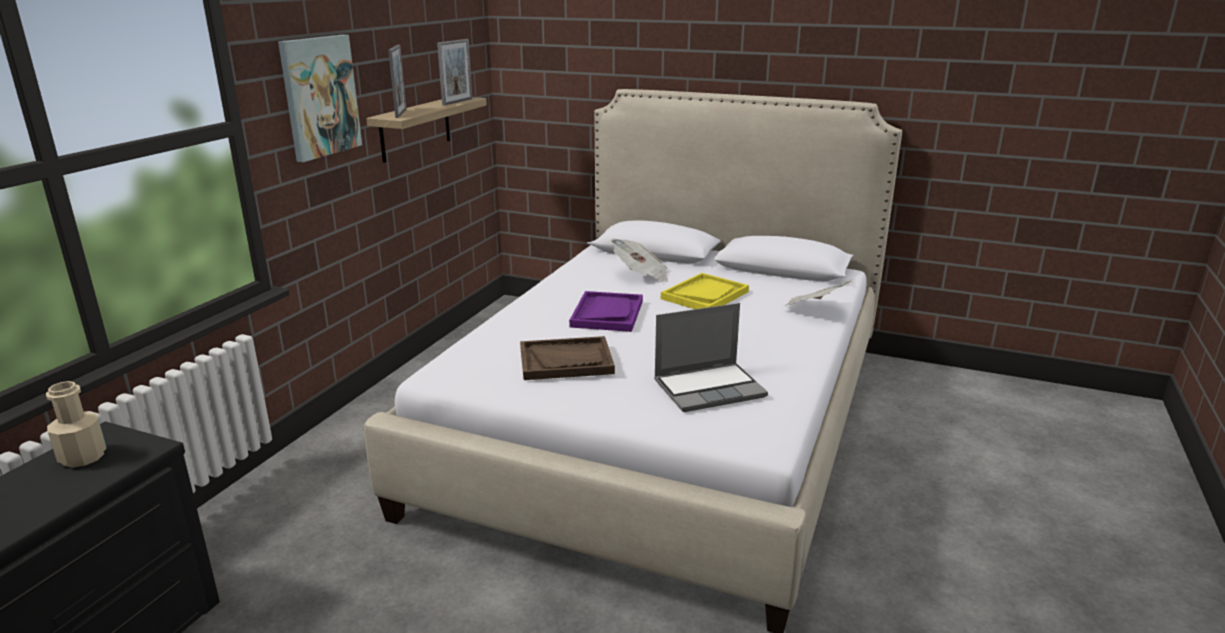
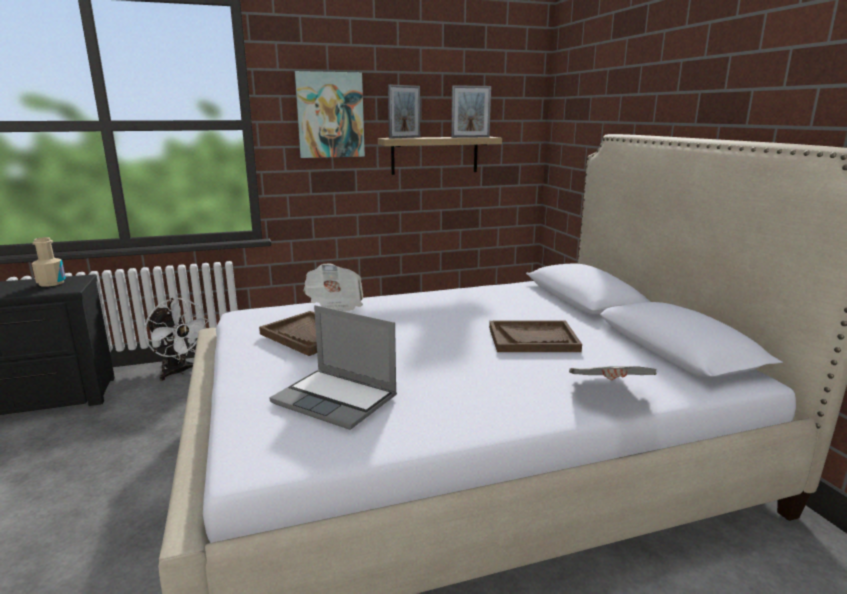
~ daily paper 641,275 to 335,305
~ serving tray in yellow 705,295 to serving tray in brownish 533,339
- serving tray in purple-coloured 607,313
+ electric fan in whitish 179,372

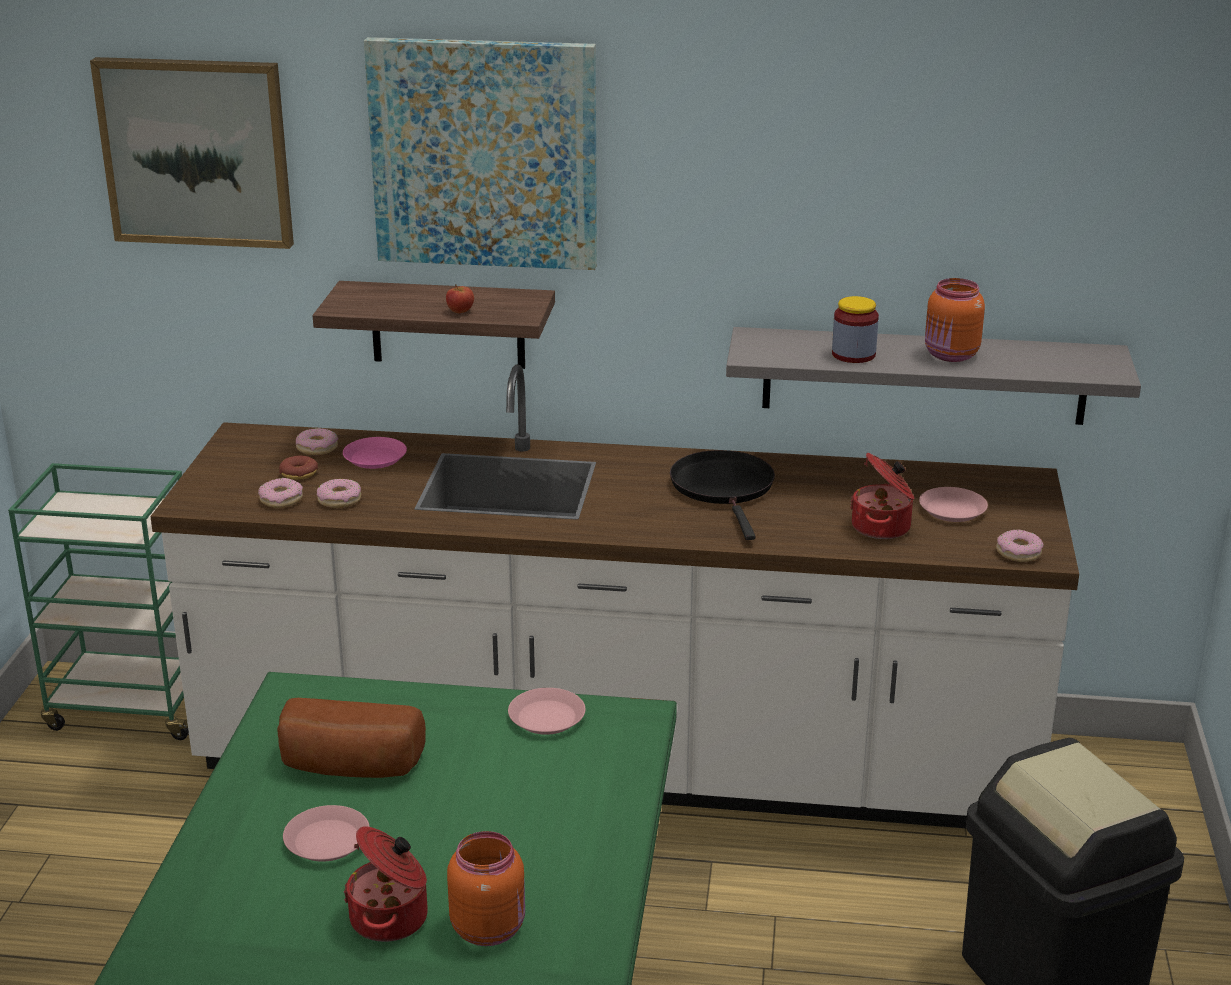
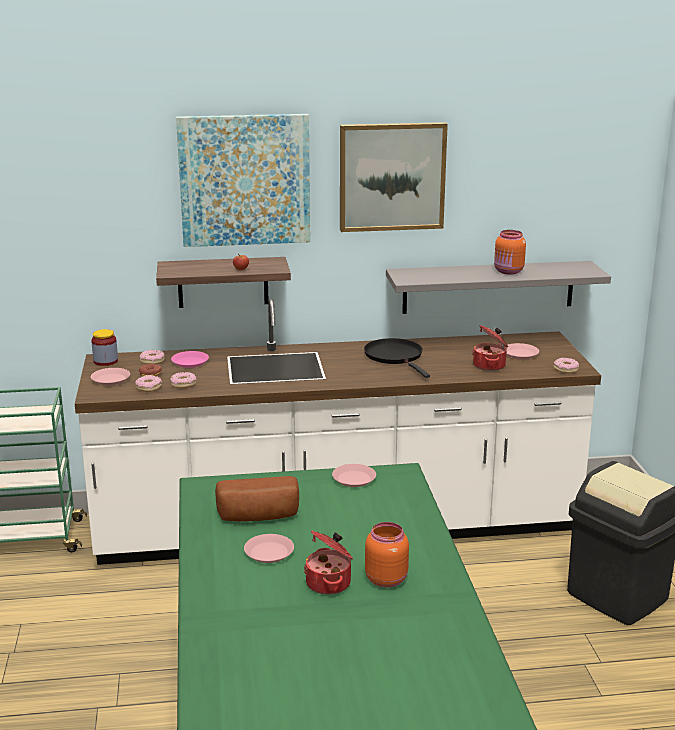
~ wall art 196,152 to 392,176
~ jar 853,355 to 105,361
+ plate in pink 111,380

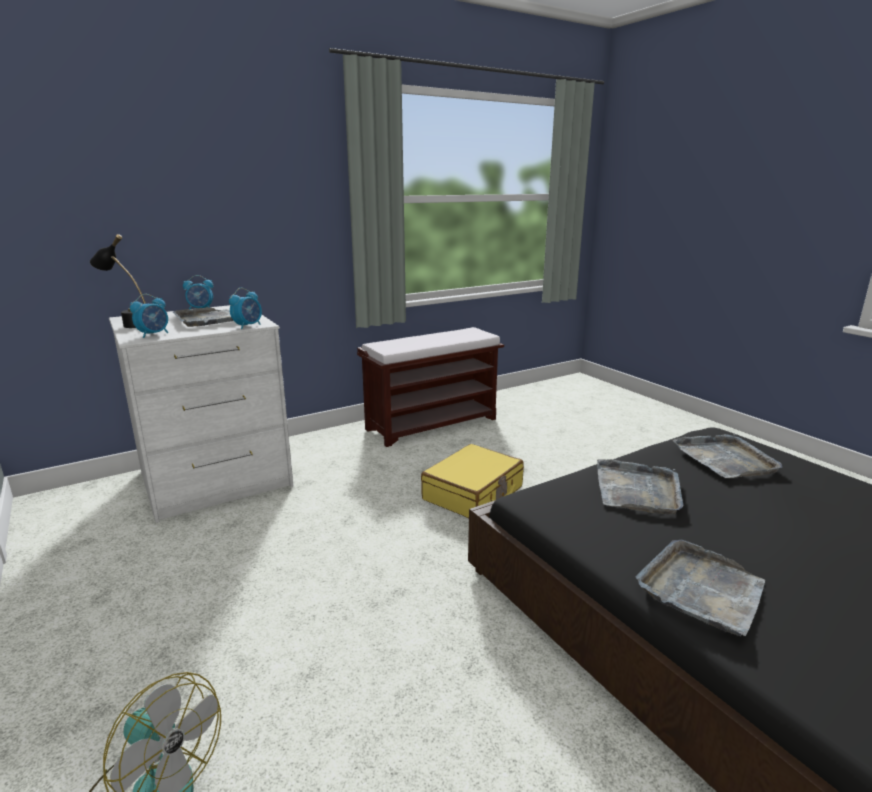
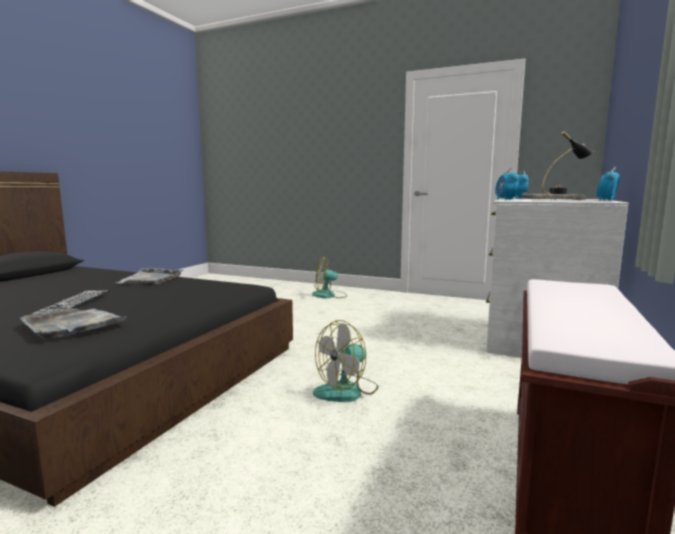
~ travel case in yellow 473,494 to electric fan 347,391
- serving tray in gray 637,490
+ computer keyboard 74,302

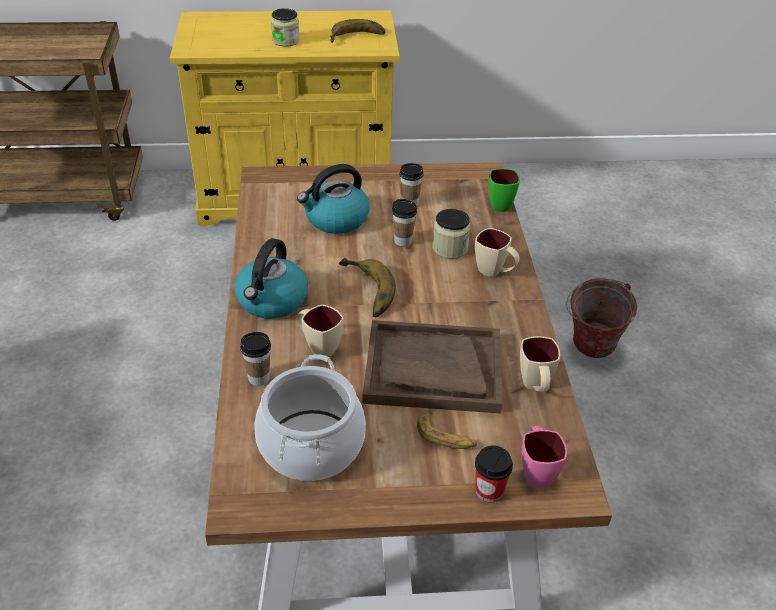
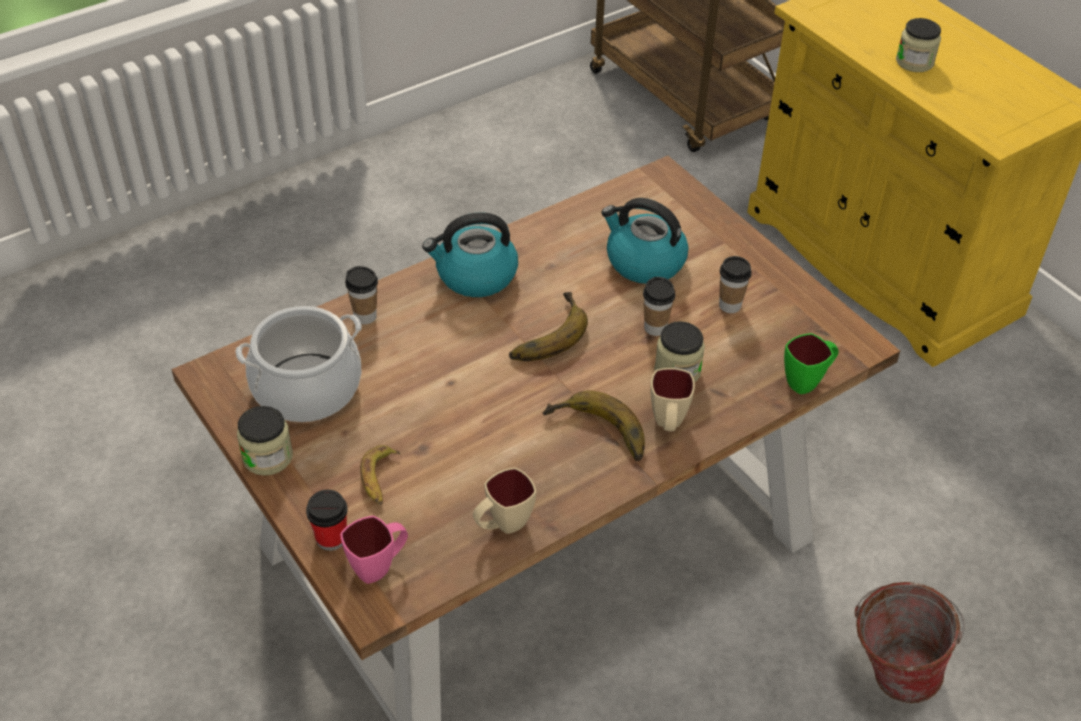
~ banana 357,38 to 596,435
- mug in beige-coloured 318,347
- serving tray in brownish 432,369
+ jar 268,457

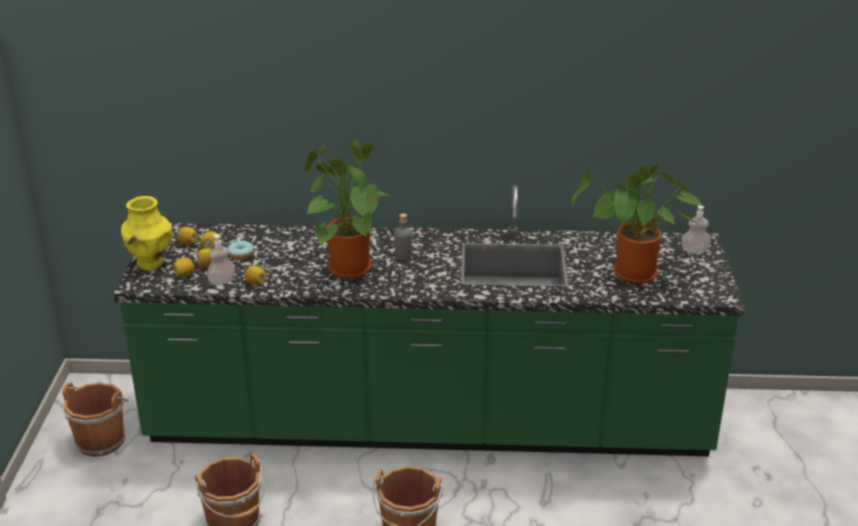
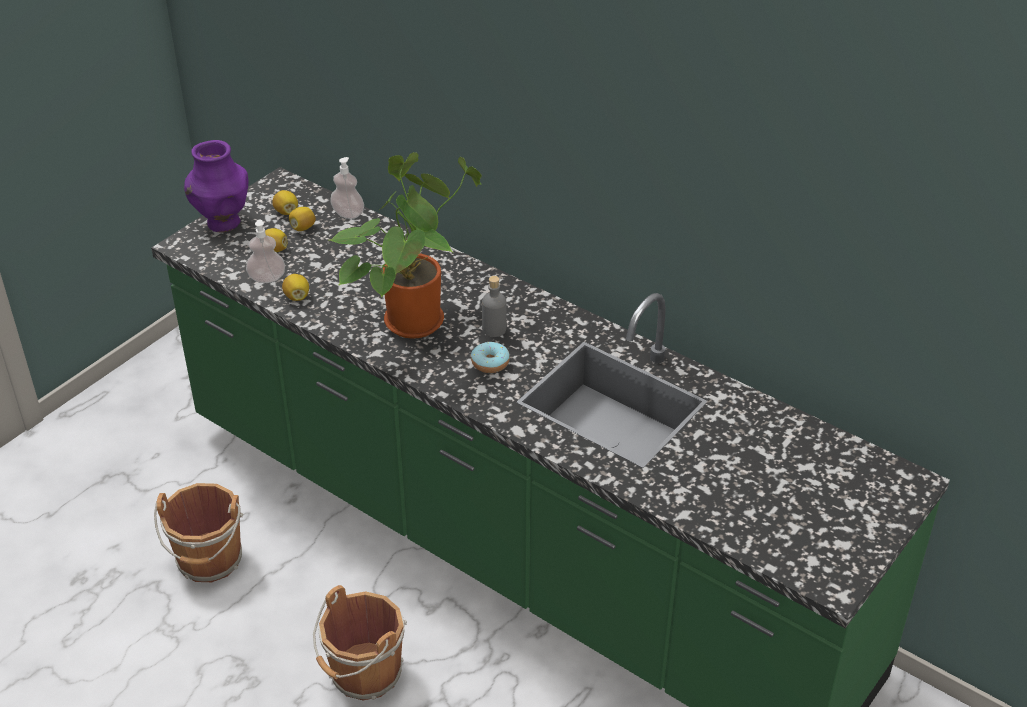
- potted plant 633,276
~ vase in yellow 150,264 to vase in purple-coloured 223,223
~ soap bottle 694,250 to 348,214
~ ring doughnut 241,255 to 490,363
- lemon 185,275
- pail in brownish 101,439

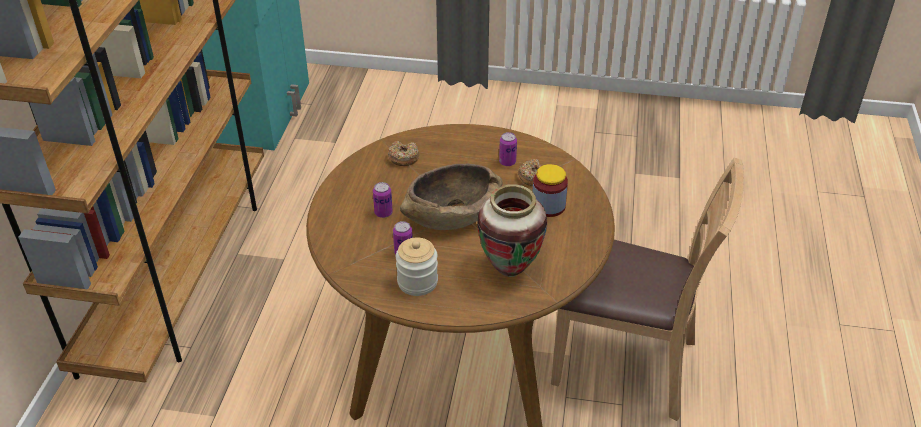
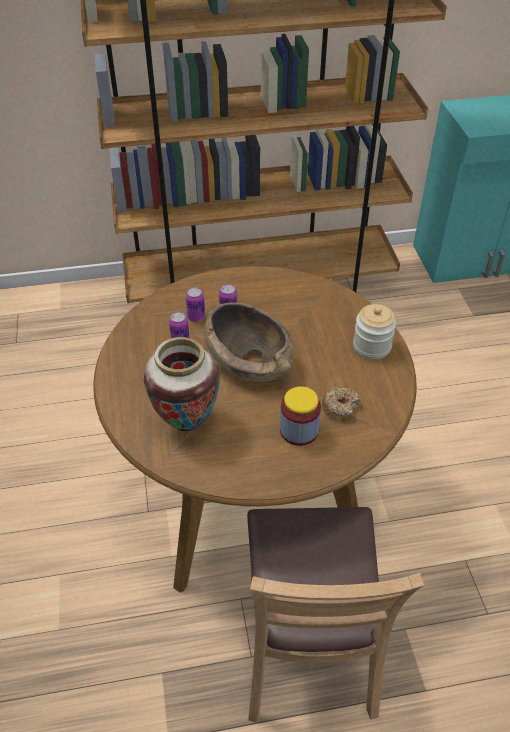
~ can 507,162 to 196,317
- ring doughnut 403,158
~ jar 417,282 to 371,346

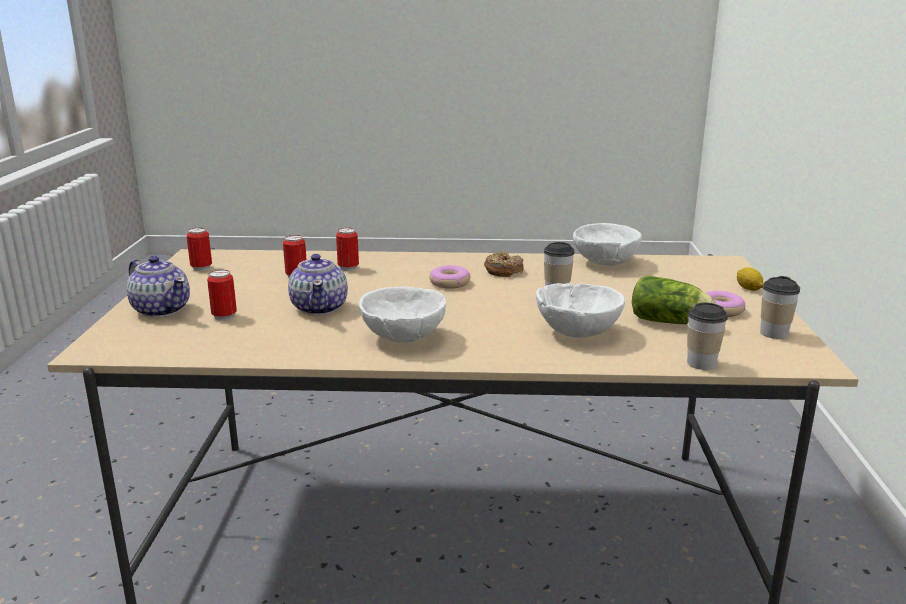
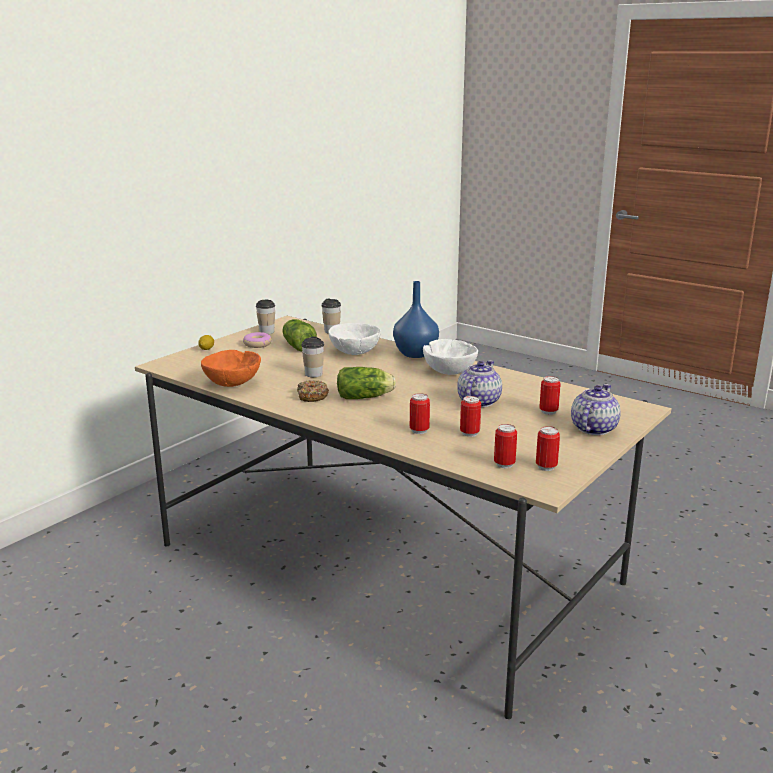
~ deep dish in whitish 605,263 to deep dish in orange 232,384
~ teapot 161,310 = 593,429 45 degrees clockwise
~ ring doughnut 449,283 to head of lettuce 366,397
+ vase in blue 416,354
+ can 504,464

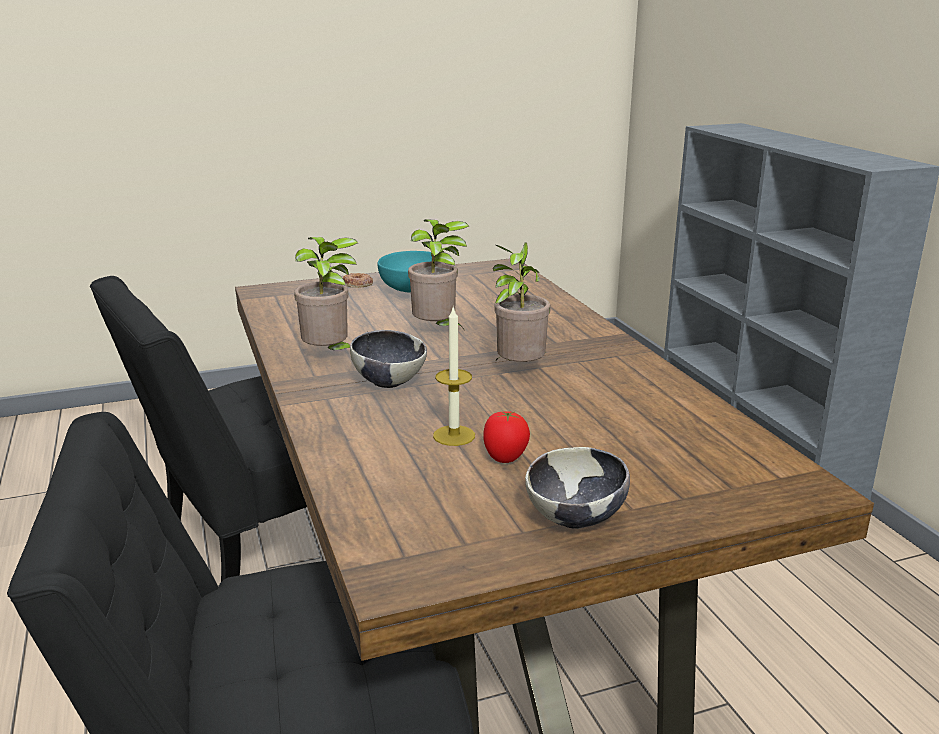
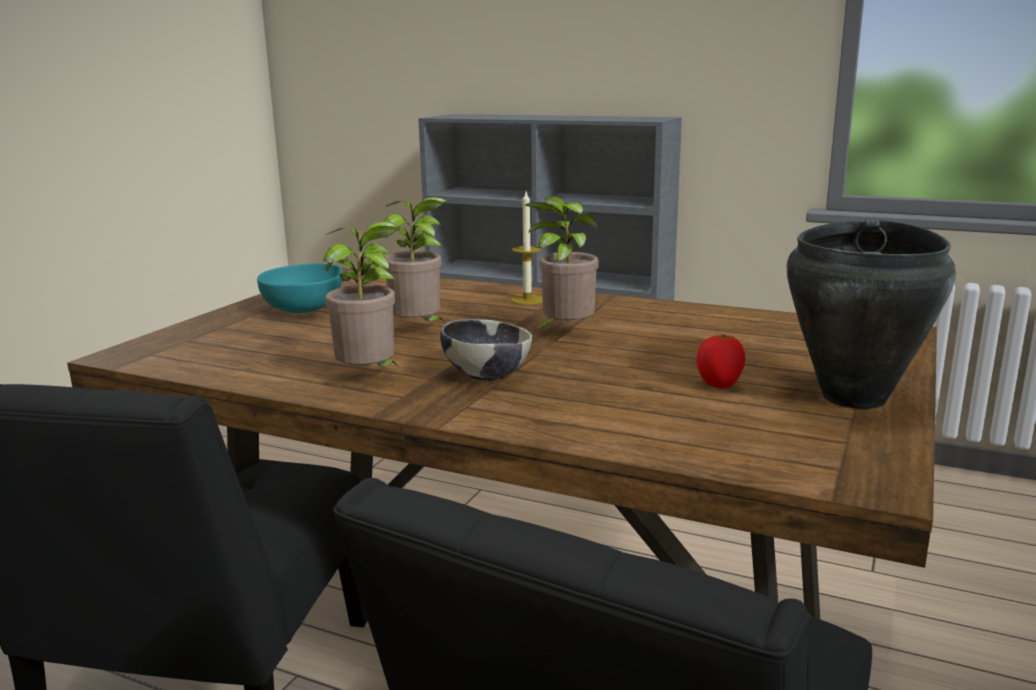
- ring doughnut 357,284
~ wax candle 454,435 to 527,300
~ deep dish 576,519 to cooking pot in black-coloured 855,397

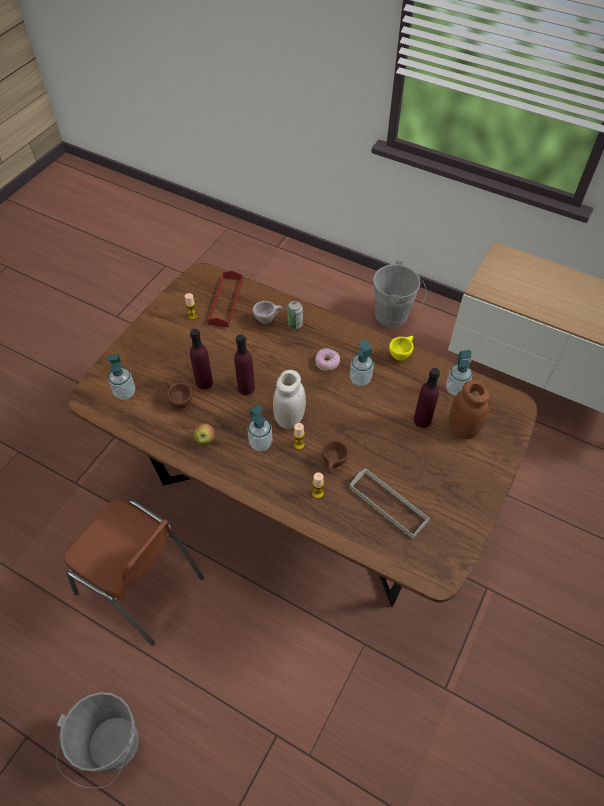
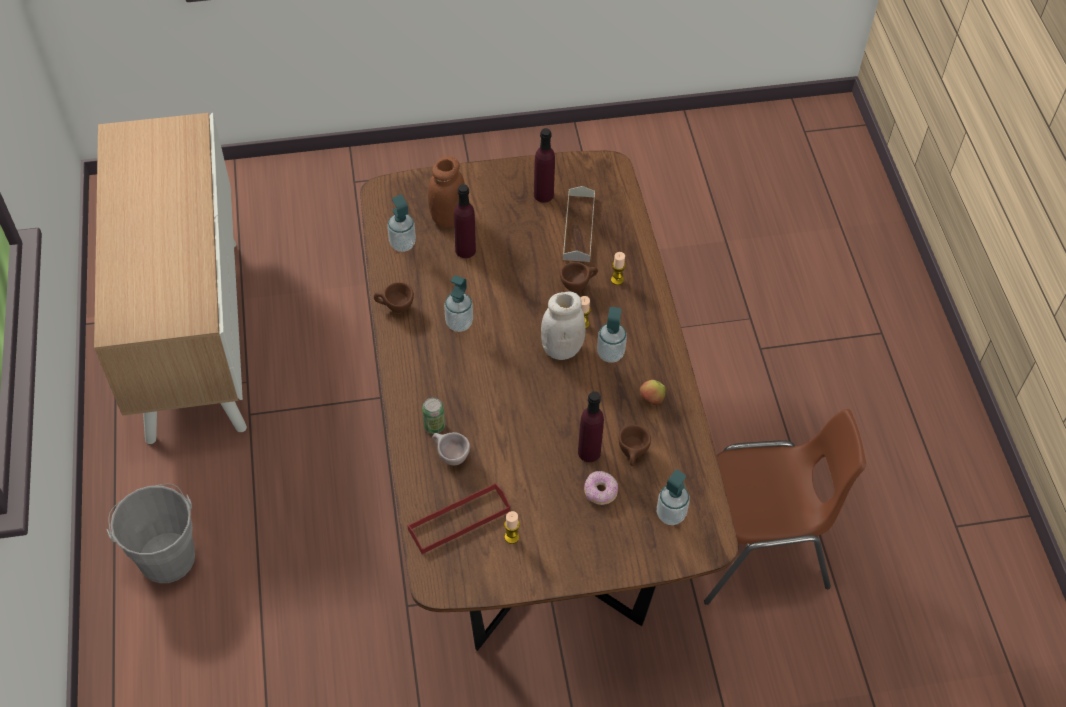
~ bottle in purple-coloured 246,388 to 543,195
~ drinking cup in yellow 401,354 to drinking cup in brownish 394,308
~ ring doughnut 327,363 to 600,492
~ chair in brownish 141,586 = 758,549 90 degrees clockwise
- pail in gray 112,750

